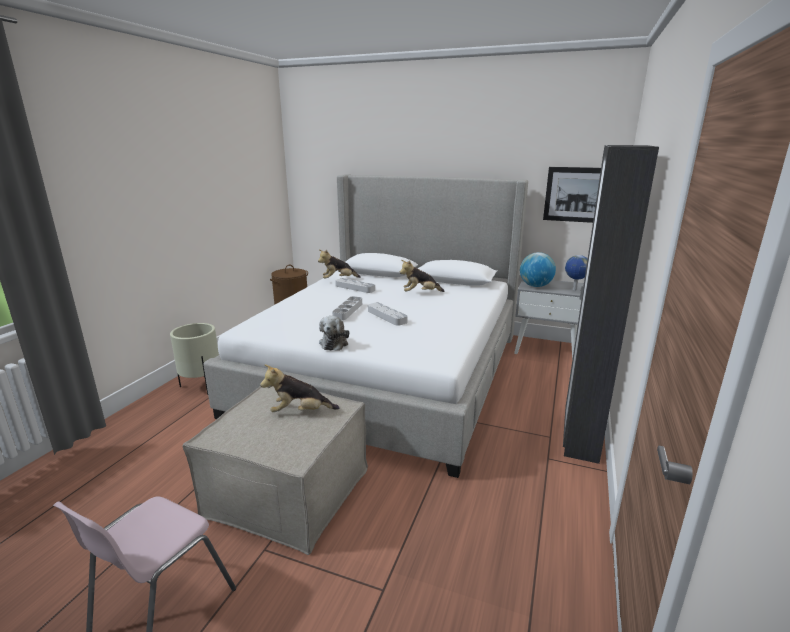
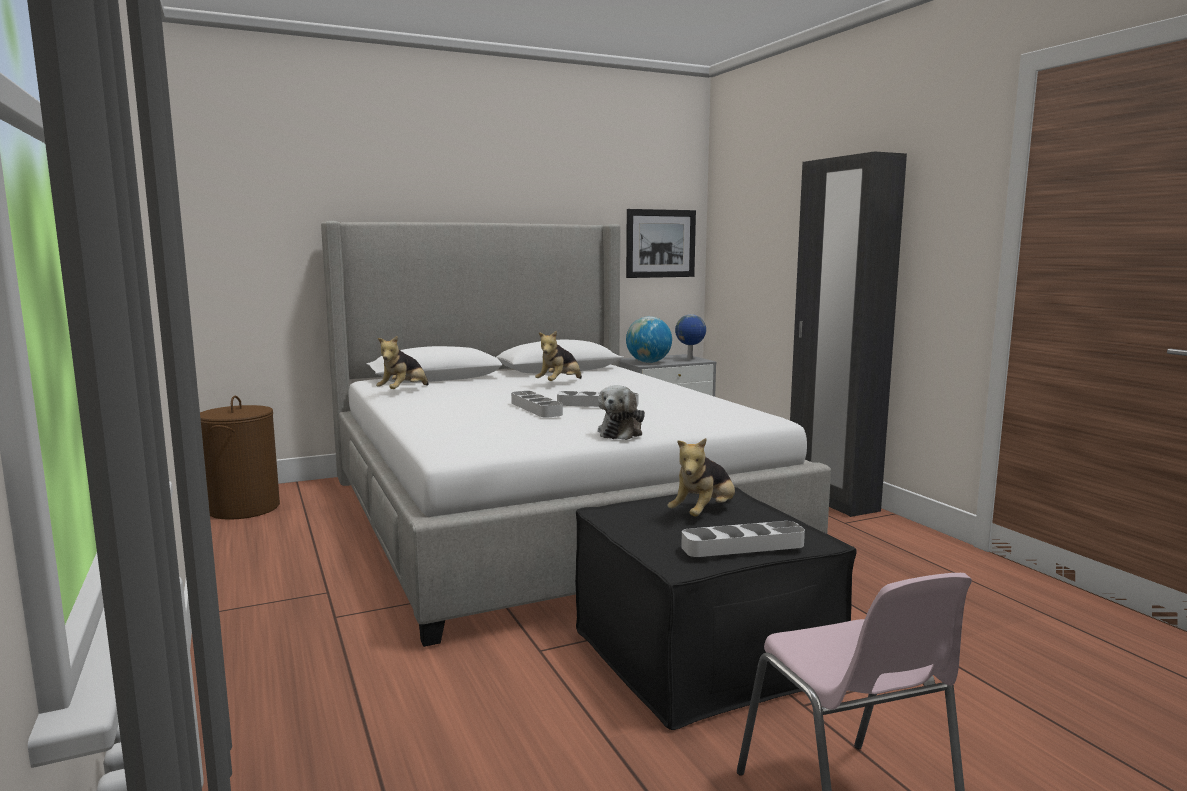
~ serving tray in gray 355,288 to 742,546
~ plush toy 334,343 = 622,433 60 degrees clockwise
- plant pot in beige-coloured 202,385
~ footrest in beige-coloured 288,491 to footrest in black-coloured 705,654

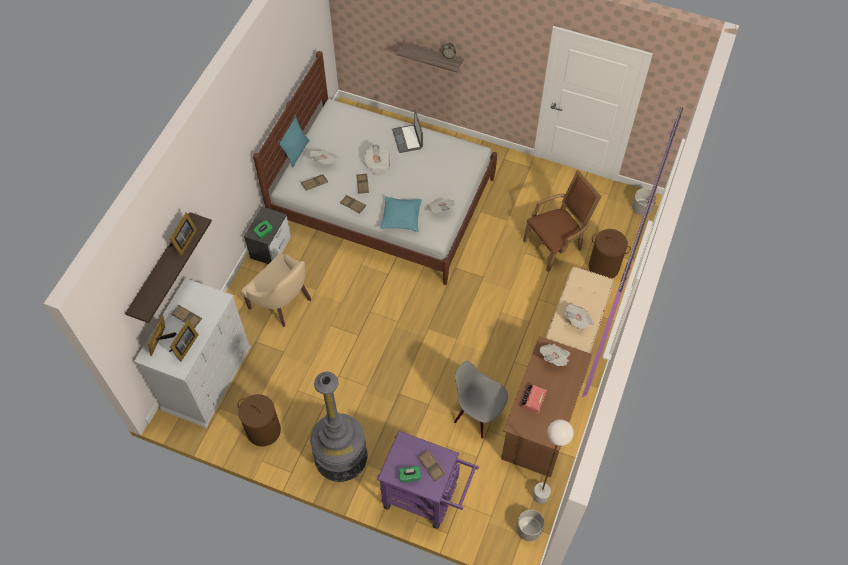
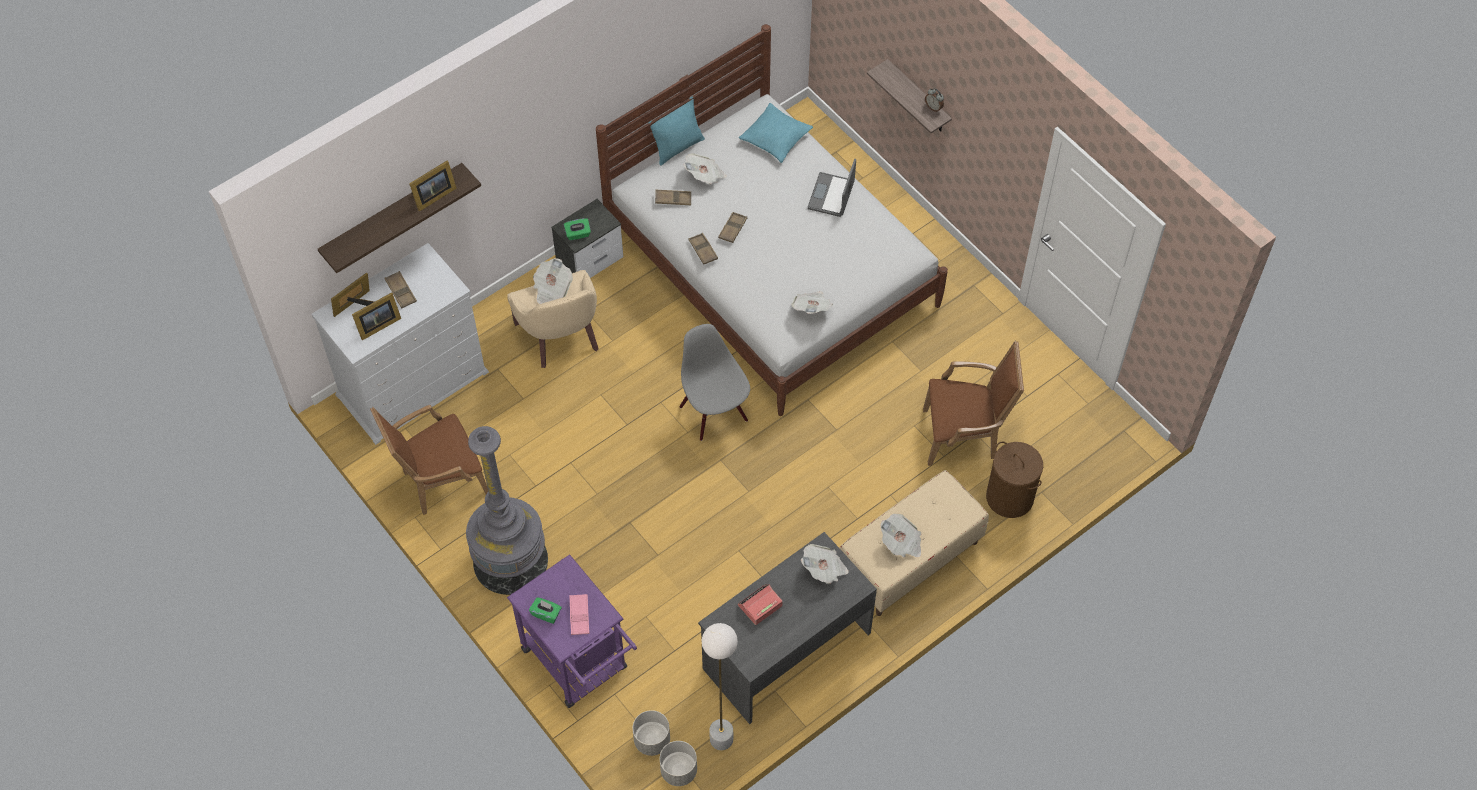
~ daily paper 378,165 to 552,289
~ plant pot in gray 641,208 to 652,740
~ throw pillow in turquoise-coloured 401,217 to 775,137
~ desk unit in brownish 541,421 to desk unit in gray 785,649
~ chair in gray 478,415 to 714,413
~ washing basket in brownish 263,430 to easy chair in brownish 439,482
~ serving tray in brownish 431,466 to serving tray in pink 579,616

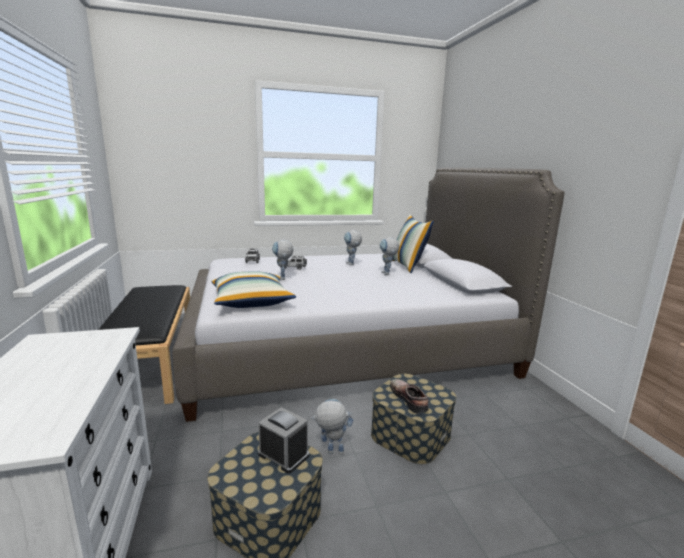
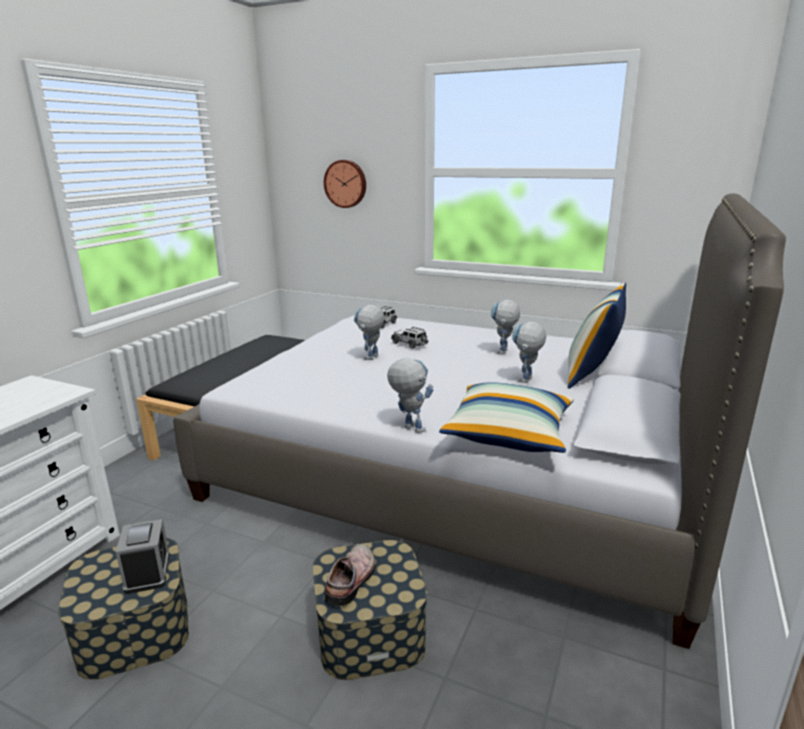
~ throw pillow 251,301 to 509,434
~ toy robot 330,452 to 408,427
+ clock on the wall 346,184

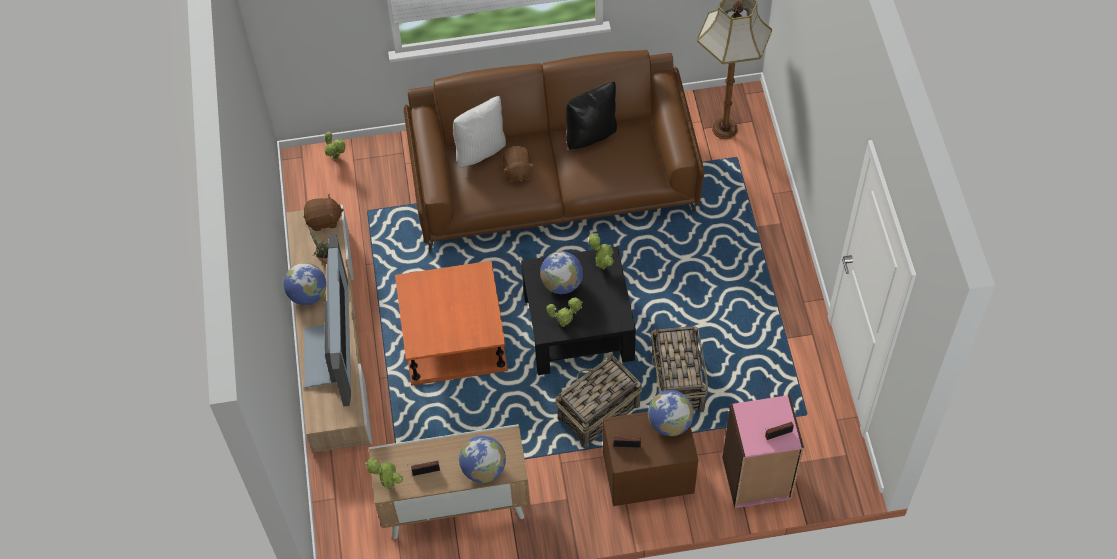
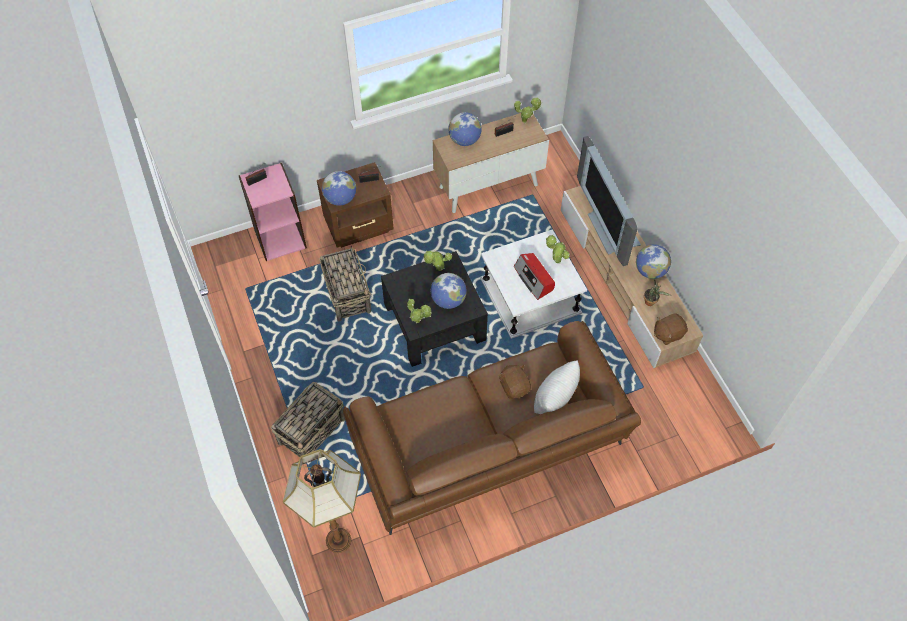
- throw pillow in black-coloured 591,134
~ potted plant 337,158 to 556,260
~ accent table in orange 453,336 to accent table in whitish 530,296
~ household basket 598,413 to 312,430
+ radio receiver 534,279

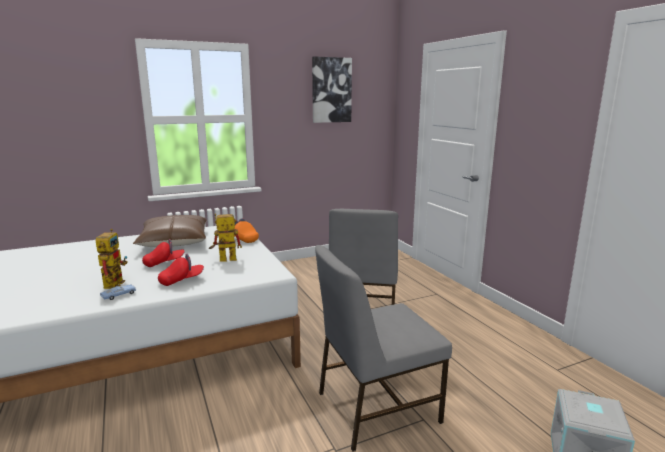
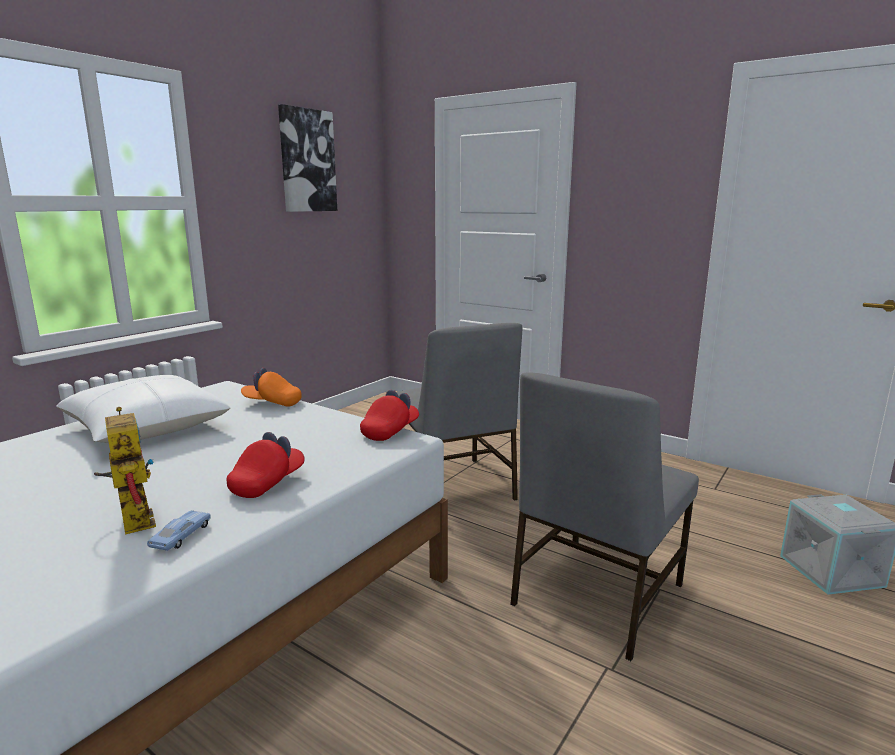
- toy robot 223,260
~ throw pillow in brownish 174,241 to throw pillow in whitish 146,428
~ cap in red 164,263 to 390,431

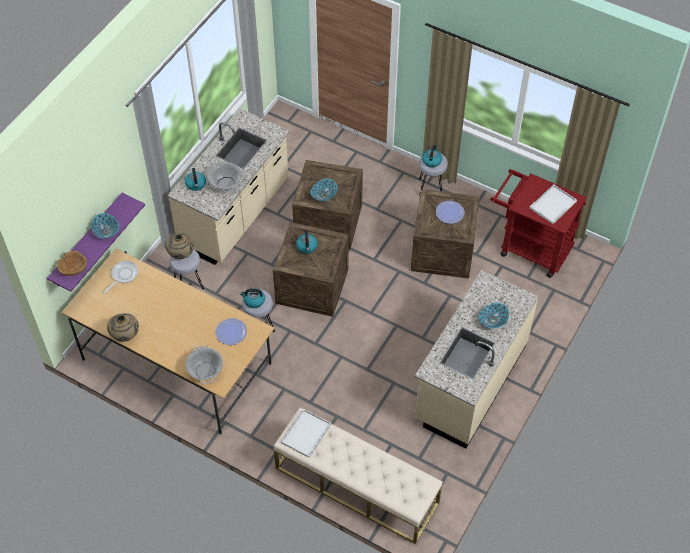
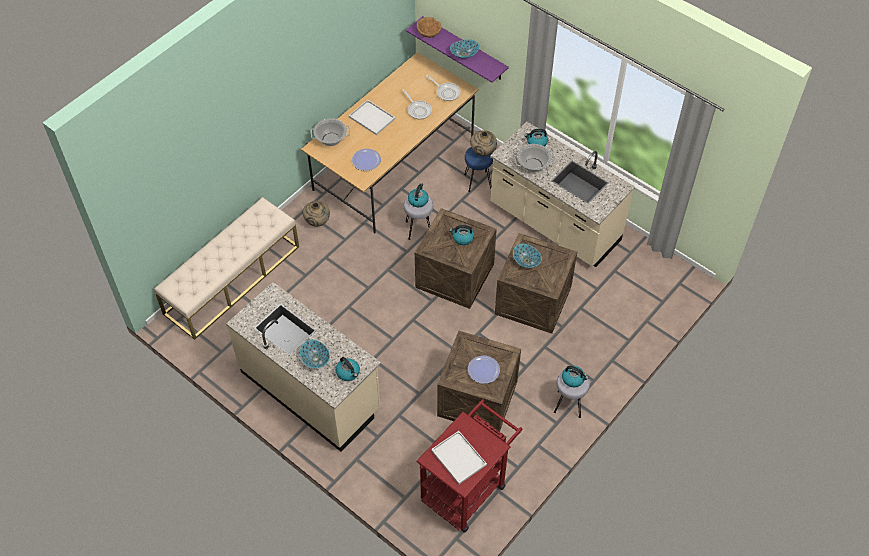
~ stool in gray 189,283 to stool in blue 477,181
~ vase in beige-coloured 125,336 to 317,222
~ serving tray in whitish 306,434 to 371,118
+ pan 418,110
+ tea kettle 348,373

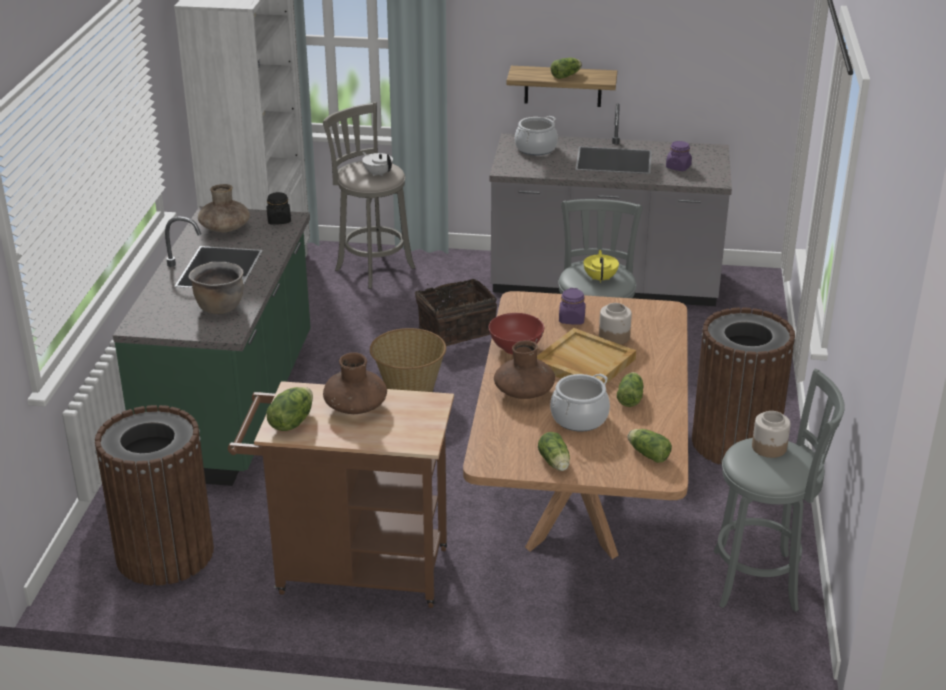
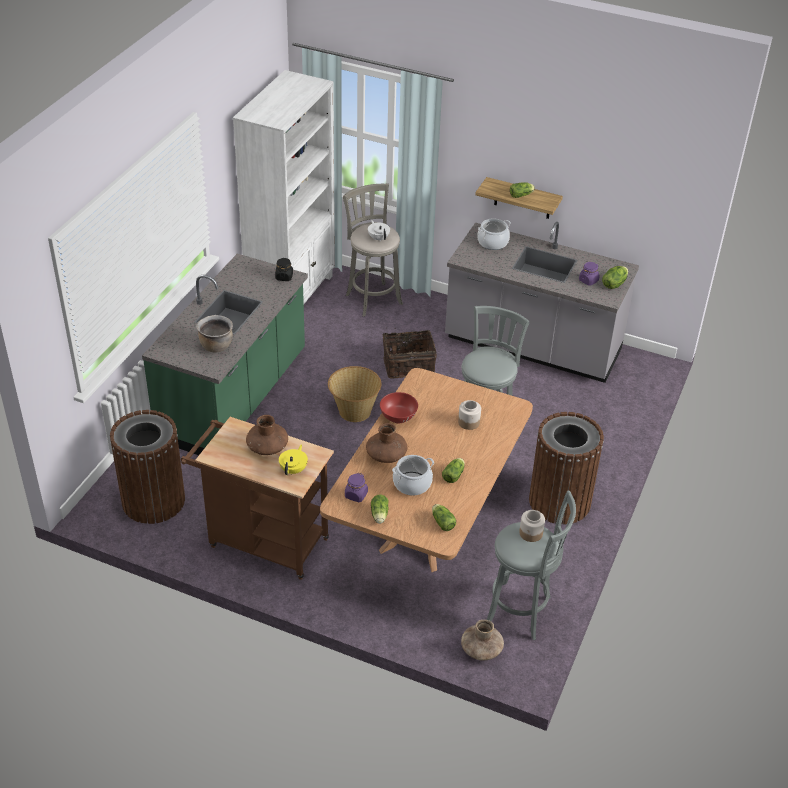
~ vase in brownish 225,228 to 481,649
~ teapot in yellow 600,278 to 294,469
~ jar in purple-coloured 571,319 to 356,495
- serving tray in beige-coloured 583,363
~ head of lettuce 291,422 to 614,284

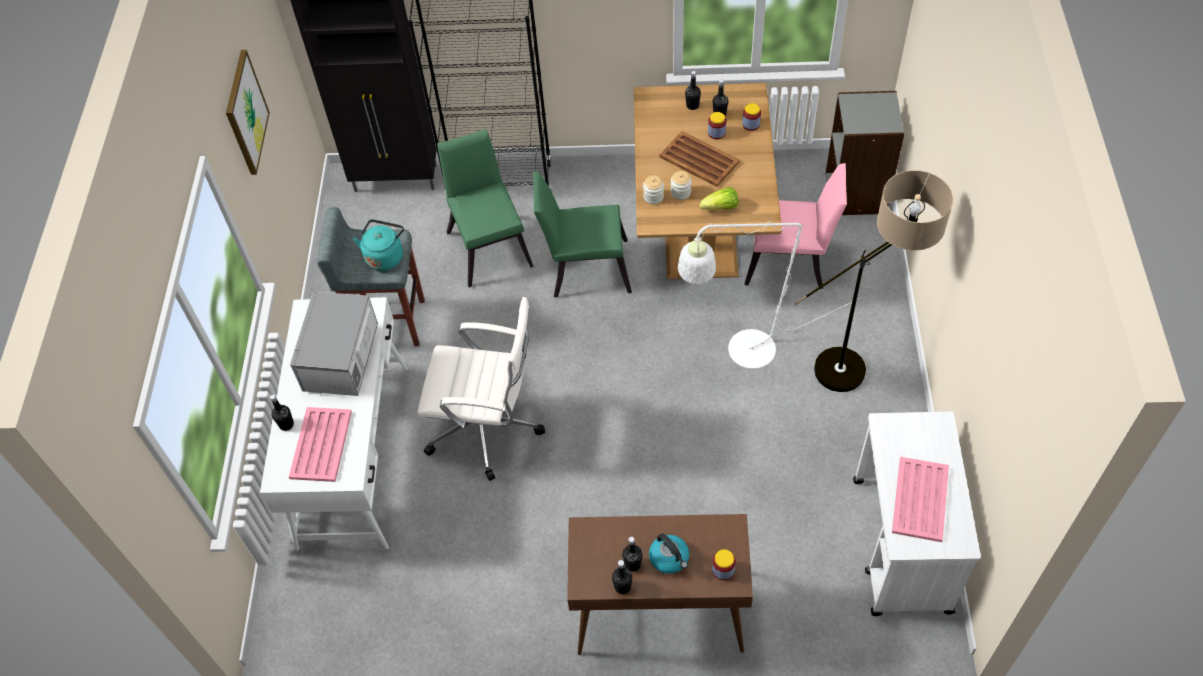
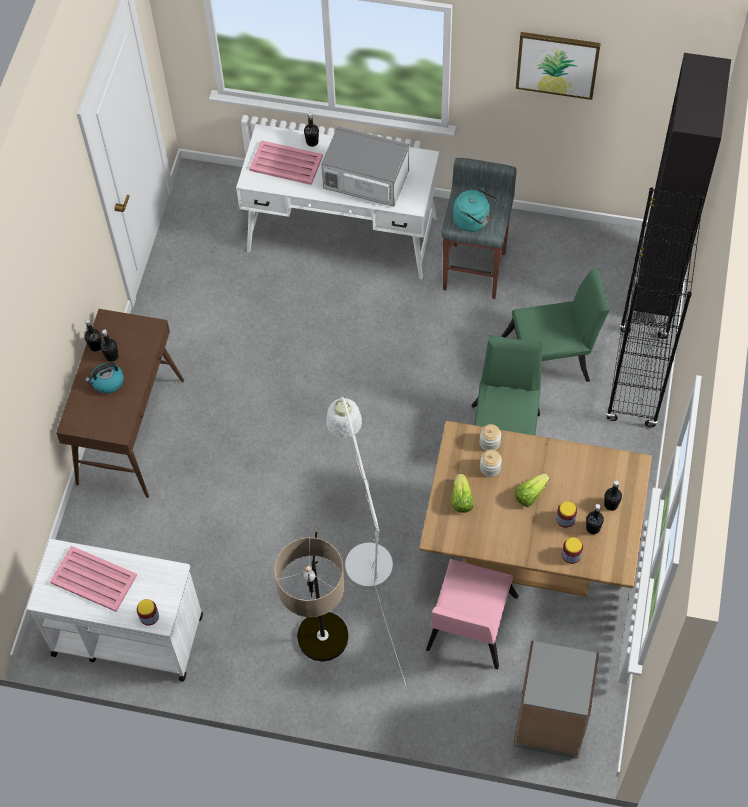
~ serving tray in brownish 699,160 to head of lettuce 530,494
- office chair in whitish 488,428
~ jar 723,570 to 149,616

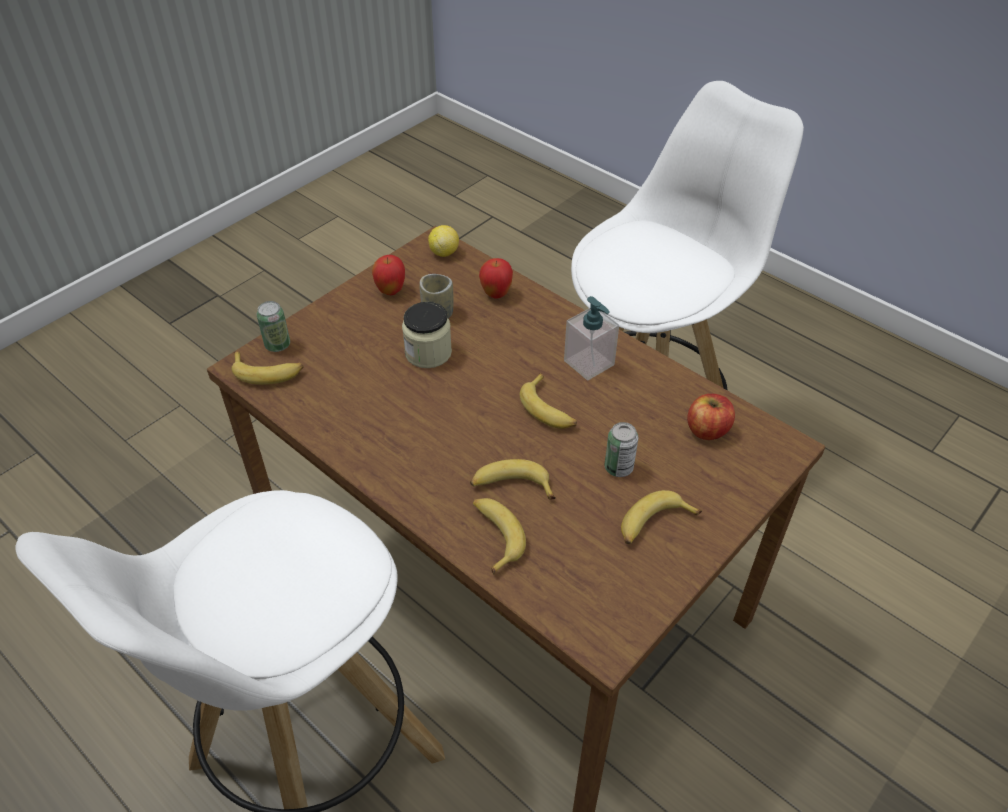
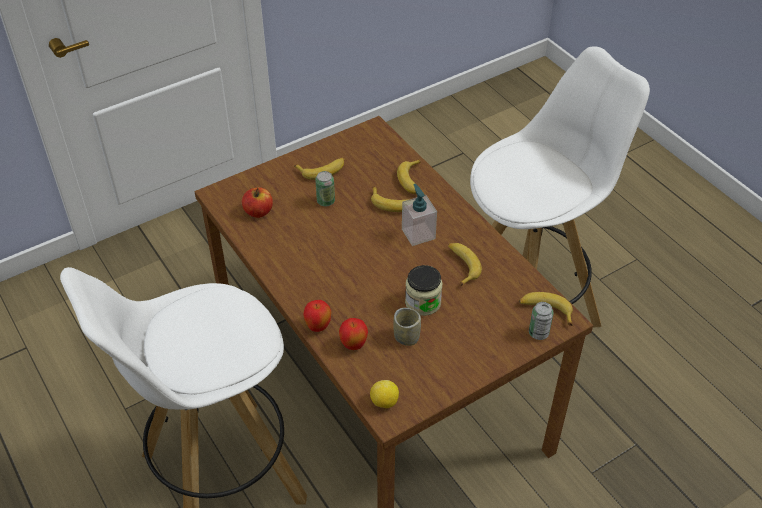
~ apple 391,291 to 318,327
~ soap bottle 589,363 to 418,234
~ banana 549,409 to 461,265

